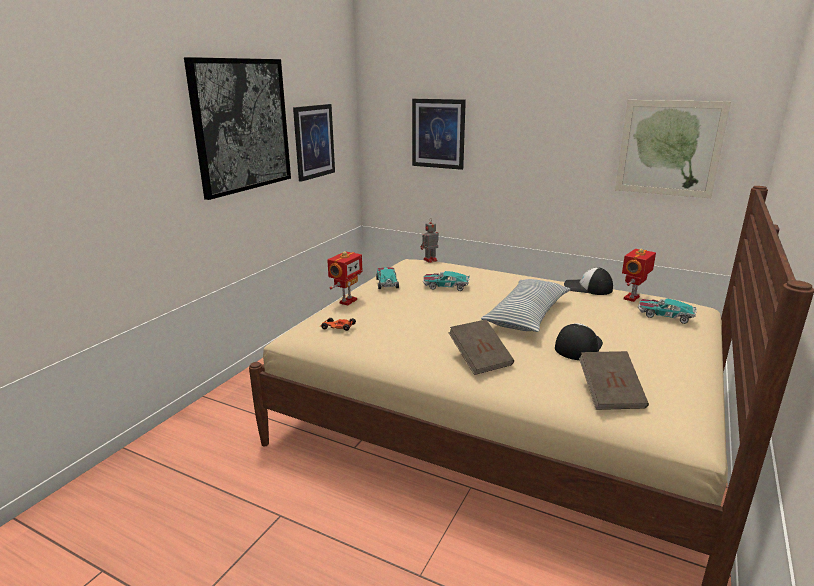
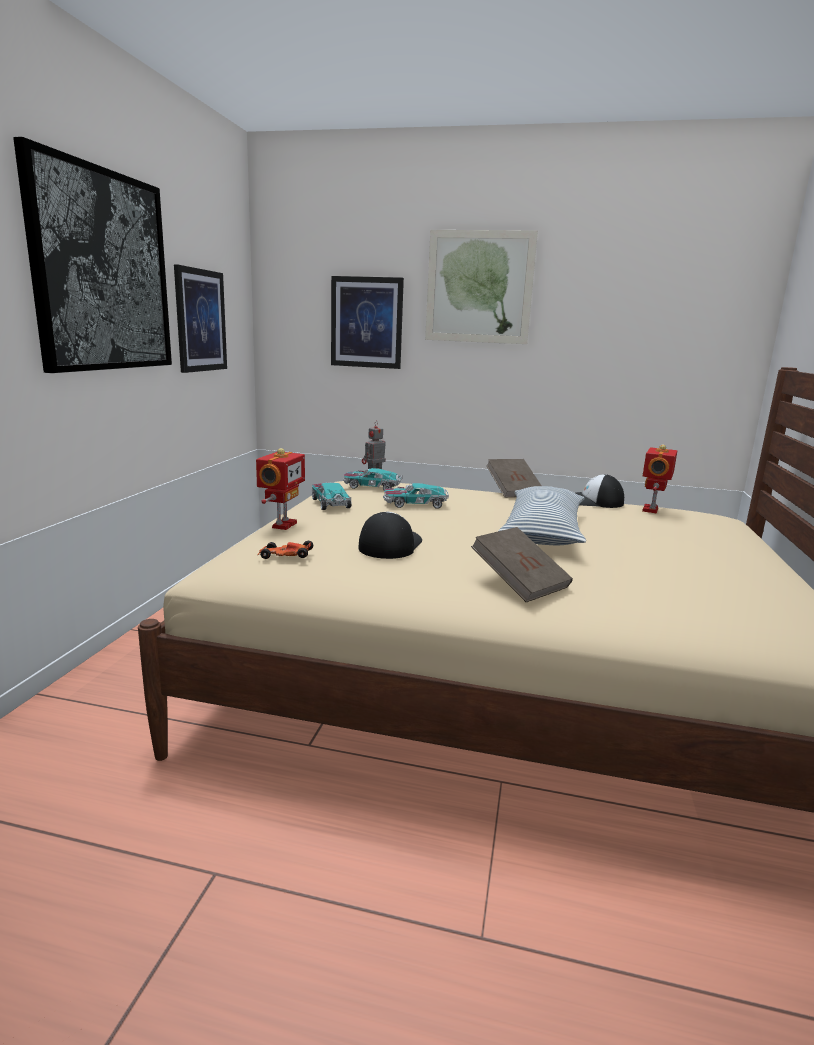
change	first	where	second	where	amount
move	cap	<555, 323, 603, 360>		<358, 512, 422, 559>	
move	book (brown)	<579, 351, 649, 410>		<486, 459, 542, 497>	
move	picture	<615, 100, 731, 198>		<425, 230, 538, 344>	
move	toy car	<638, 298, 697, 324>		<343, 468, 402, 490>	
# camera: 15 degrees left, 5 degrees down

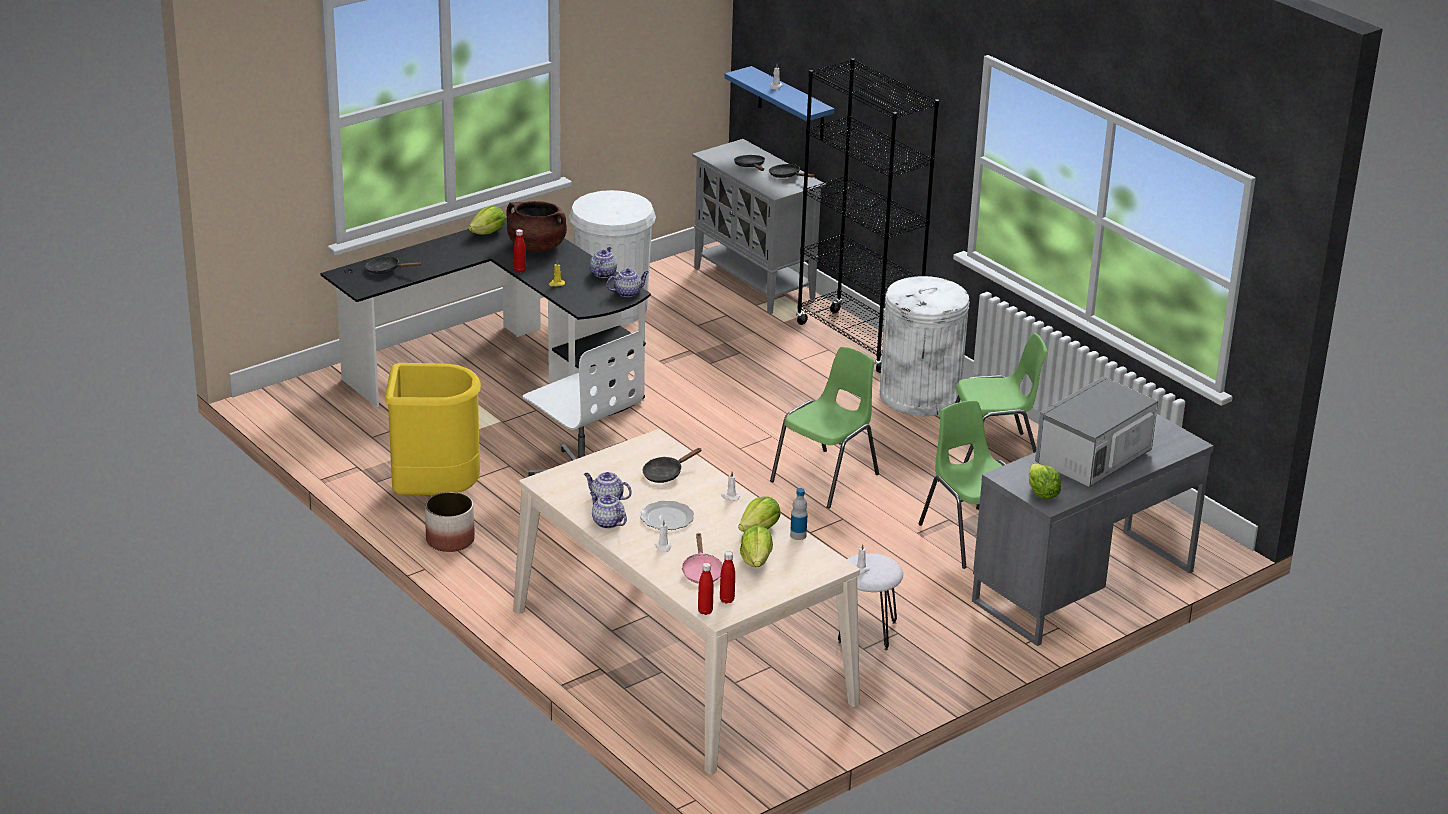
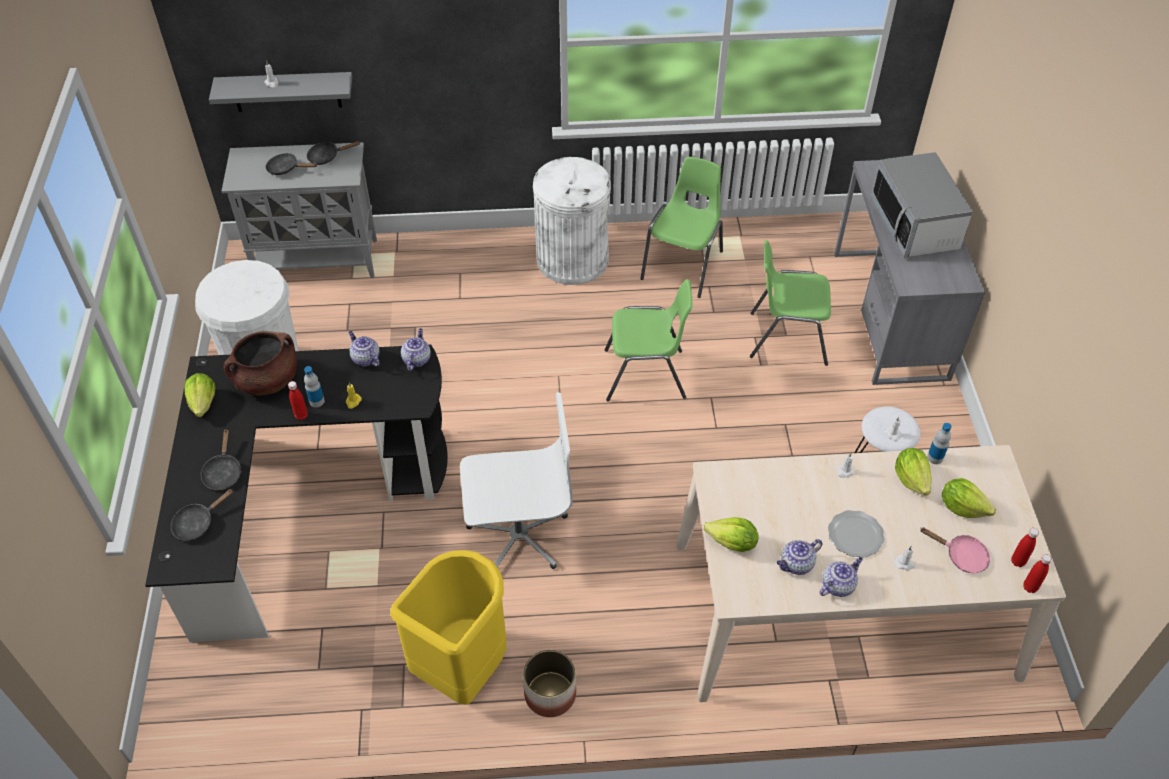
change	first	where	second	where	amount
delete	bookcase (black)	<796, 58, 939, 373>			
insert			bottle	<304, 366, 325, 407>	
move	frying pan (black)	<643, 448, 701, 483>		<200, 430, 242, 490>	
move	lettuce	<1029, 464, 1061, 499>		<704, 517, 759, 552>	
recolor	shelf (blue)	<724, 66, 834, 141>	shelf (grey)	<209, 72, 352, 112>	
rotate	teapot	<590, 492, 627, 529>		<819, 557, 863, 597>	150 degrees clockwise
rotate	chair (green)	<770, 347, 879, 509>		<605, 279, 693, 402>	105 degrees clockwise
# camera: 55 degrees left, 20 degrees up

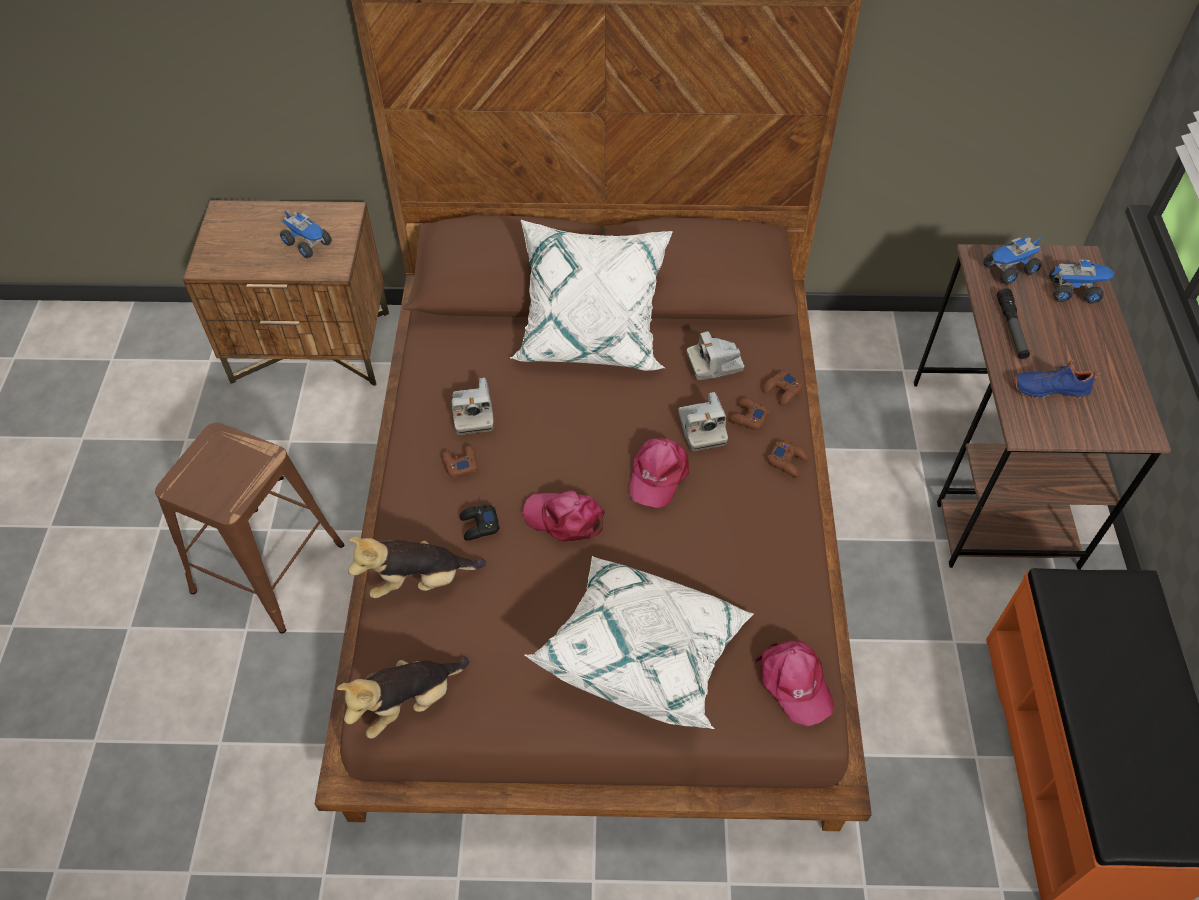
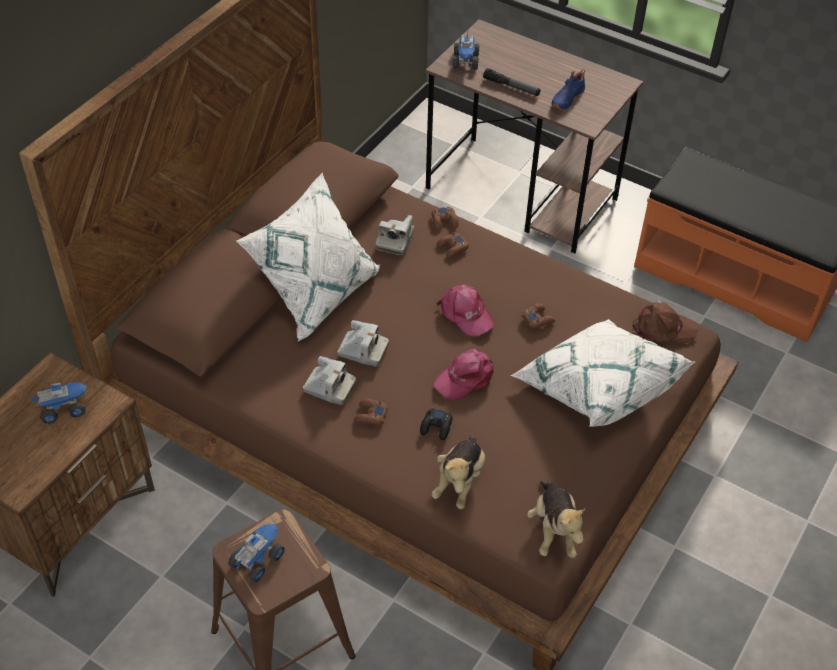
change	first	where	second	where	amount
move	photo camera	<678, 392, 728, 451>		<338, 320, 389, 367>	
move	game controller (brown)	<767, 441, 809, 477>		<521, 303, 555, 329>	
move	toy truck	<1049, 259, 1115, 304>		<228, 524, 285, 583>	
recolor	cap (pink)	<755, 641, 834, 726>	cap (brown)	<632, 302, 698, 343>	
# camera: 60 degrees left, 5 degrees down

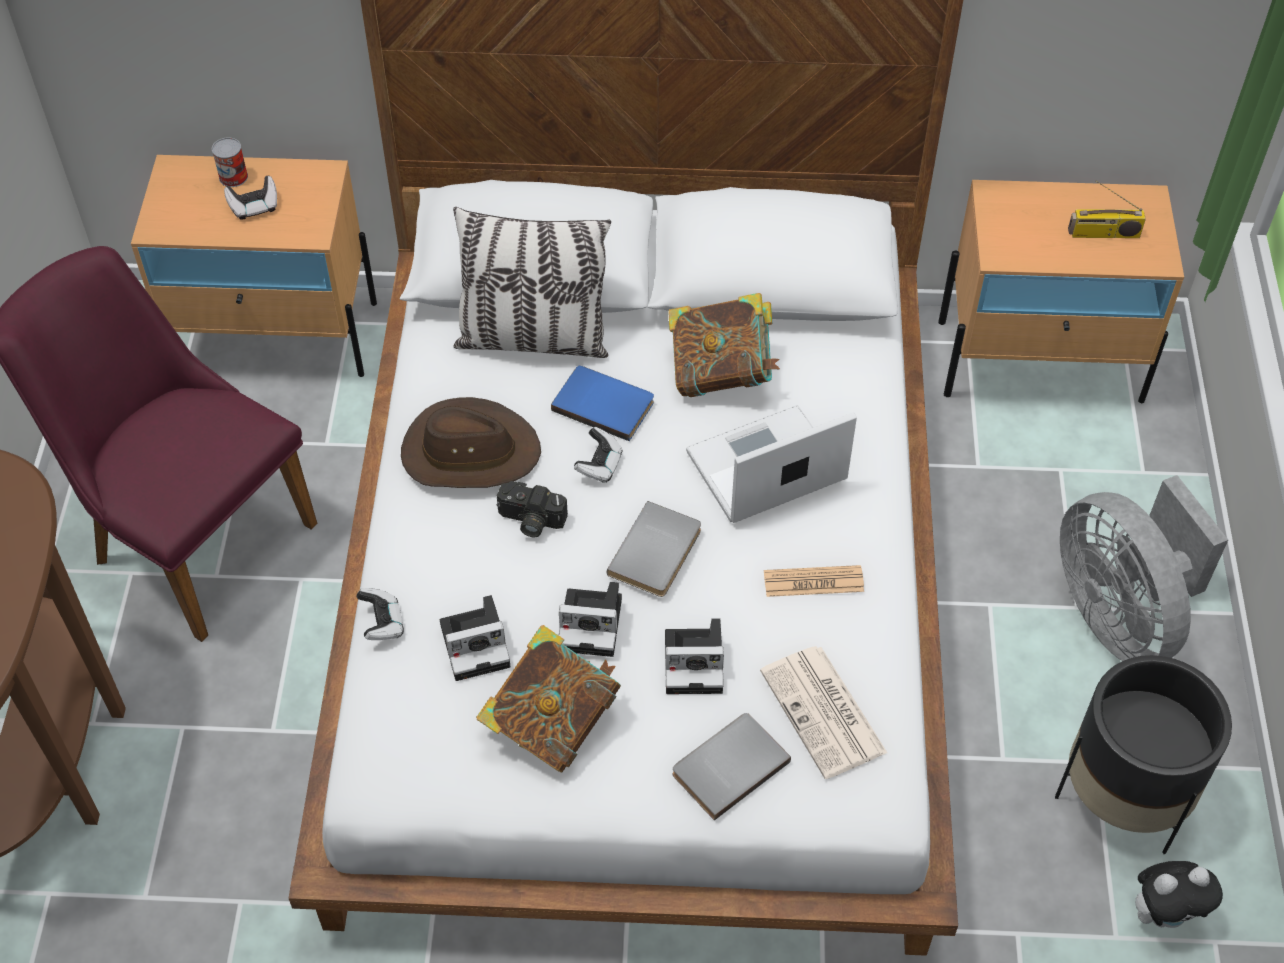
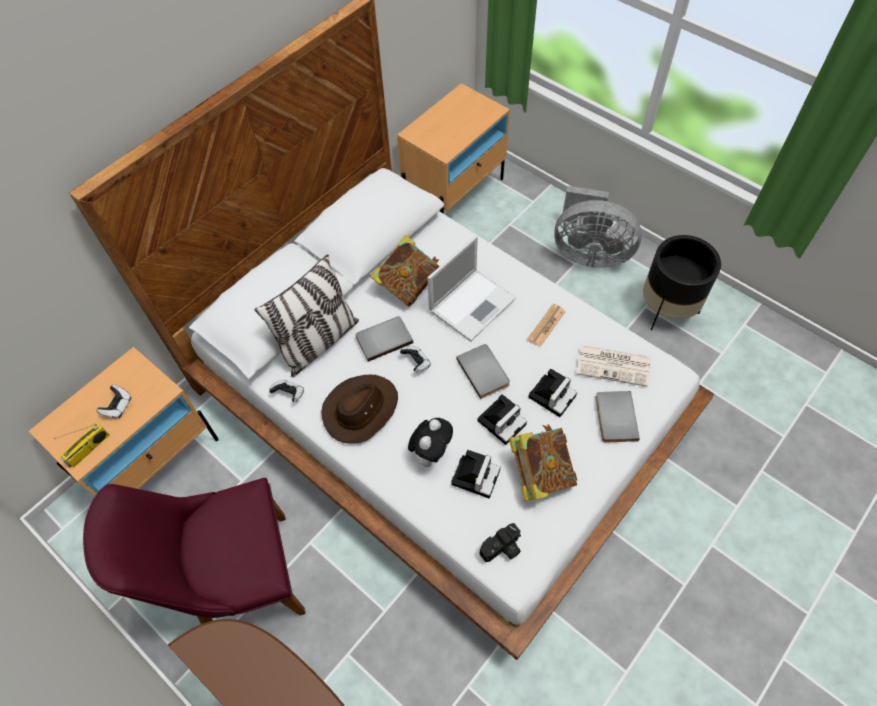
change	first	where	second	where	amount
delete	can	<212, 137, 248, 187>			
move	game controller	<356, 588, 404, 640>		<269, 380, 304, 402>	
move	photo camera	<497, 481, 568, 538>		<480, 523, 521, 562>	
move	radio	<1068, 180, 1146, 238>		<54, 423, 109, 467>	
move	plush toy	<1135, 861, 1223, 928>		<408, 418, 453, 467>	
recolor	book (blue)	<551, 366, 654, 441>	book (grey)	<355, 316, 413, 362>	
rotate	laptop	<686, 405, 857, 523>		<427, 235, 516, 342>	150 degrees counterclockwise
# camera: 50 degrees left, 5 degrees up

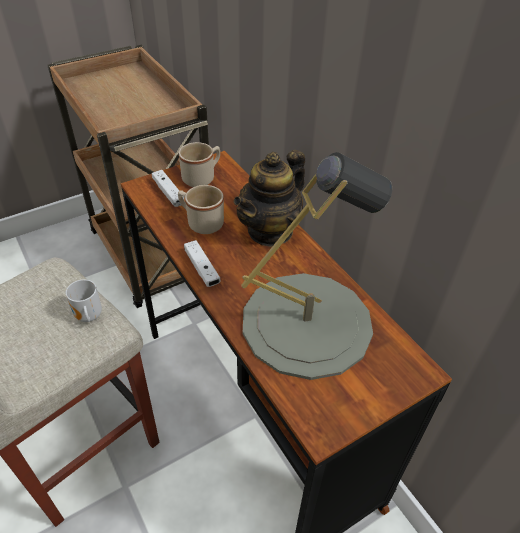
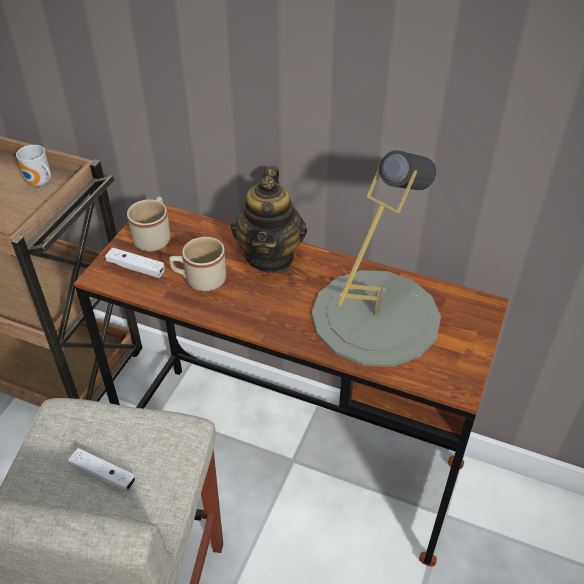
change	first	where	second	where	amount
move	mug	<66, 279, 102, 322>		<16, 145, 51, 187>	
move	game controller (white)	<184, 240, 221, 287>		<68, 448, 136, 492>	
# camera: 35 degrees left, 0 degrees up

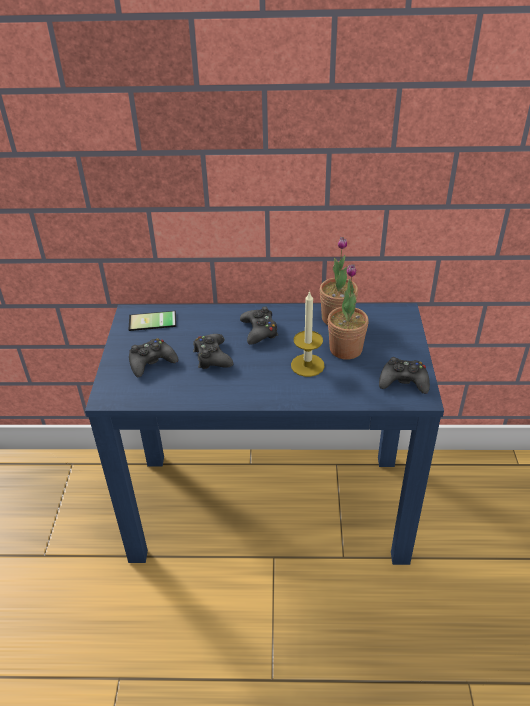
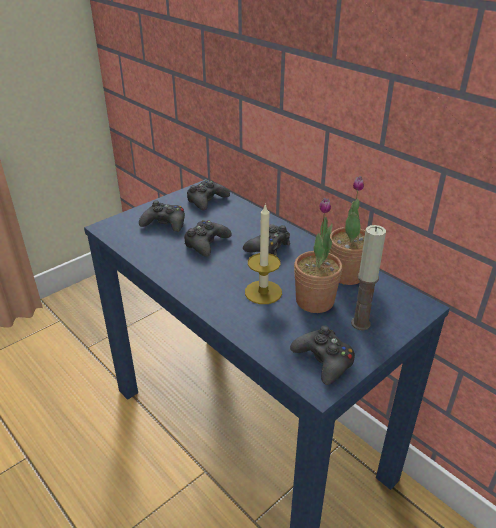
change	first	where	second	where	amount
insert			candle	<351, 225, 386, 330>	
replace	phone	<129, 311, 176, 331>	game controller (black)	<187, 180, 230, 210>	
# camera: 45 degrees right, 5 degrees down

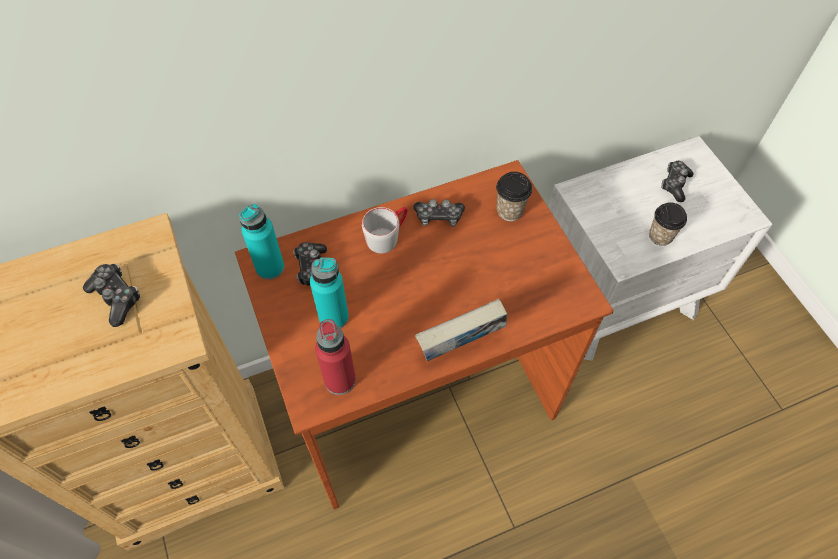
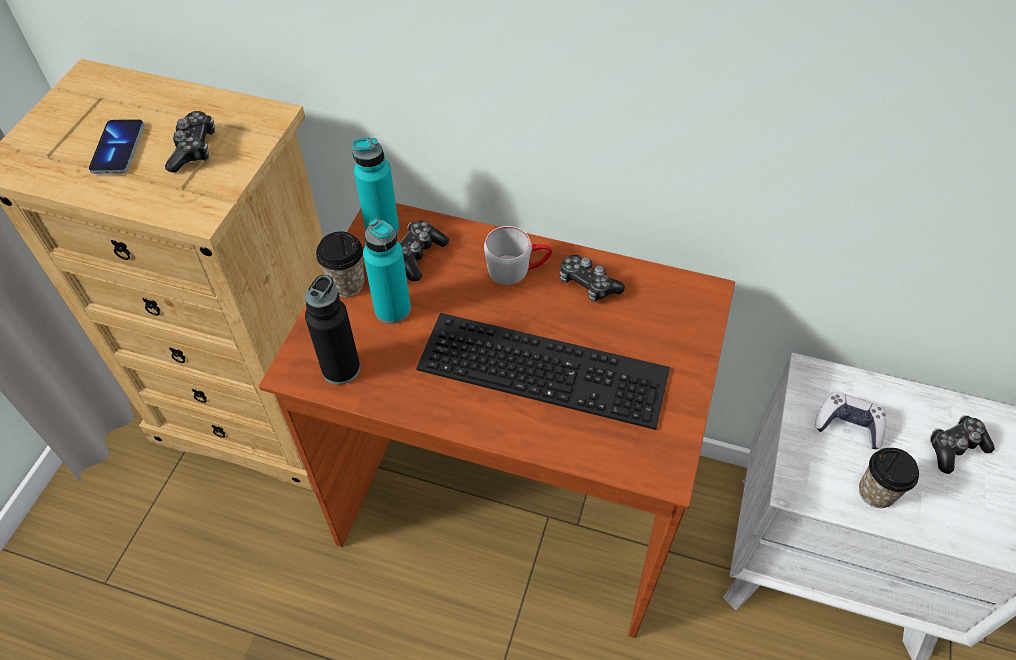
change	first	where	second	where	amount
delete	book	<415, 299, 507, 361>			
insert			phone	<89, 119, 144, 174>	
insert			keyboard	<416, 313, 670, 430>	
insert			game controller	<814, 391, 886, 449>	
move	cup	<496, 172, 532, 221>		<316, 231, 364, 297>	
recolor	bottle (red)	<315, 319, 356, 395>	bottle (black)	<305, 275, 360, 385>	
# camera: 40 degrees right, 5 degrees down

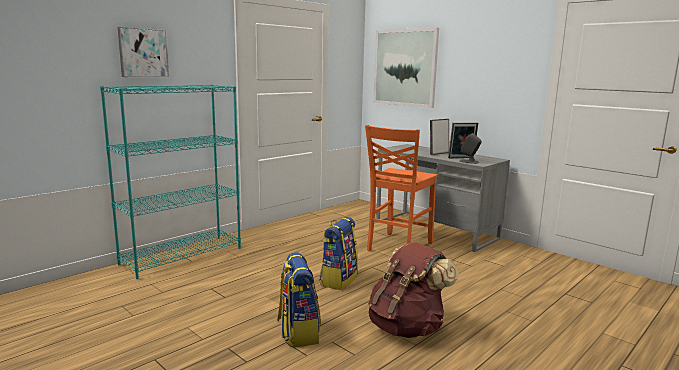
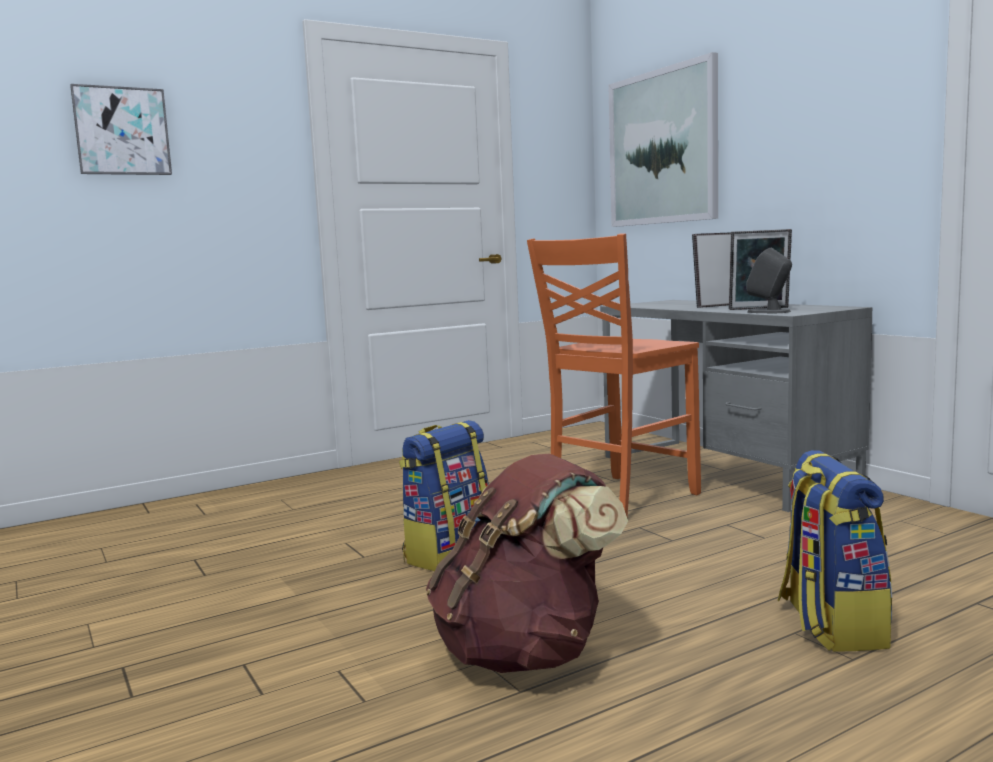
change	first	where	second	where	amount
delete	bookcase (turquoise)	<100, 85, 241, 279>			
move	backpack	<277, 252, 321, 347>		<778, 450, 892, 652>	
# camera: 15 degrees right, 5 degrees down

